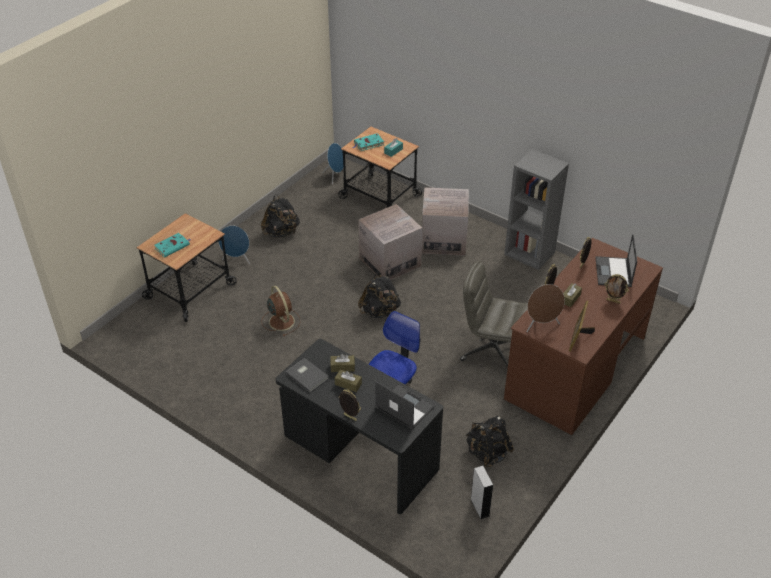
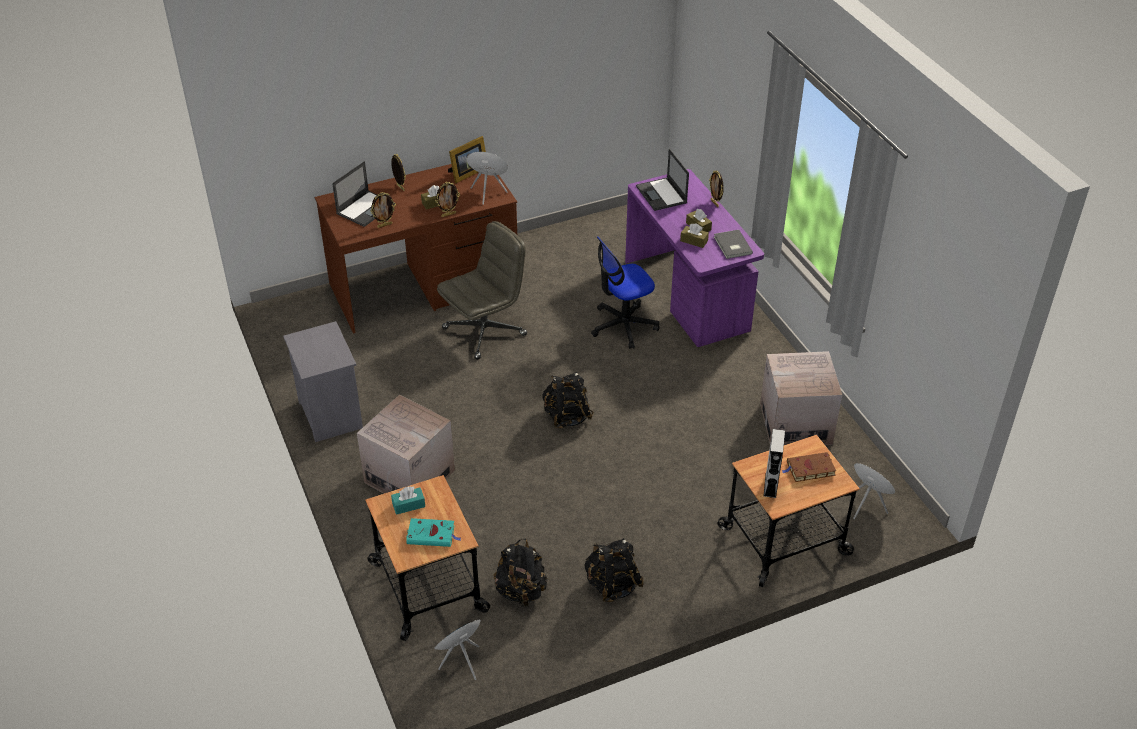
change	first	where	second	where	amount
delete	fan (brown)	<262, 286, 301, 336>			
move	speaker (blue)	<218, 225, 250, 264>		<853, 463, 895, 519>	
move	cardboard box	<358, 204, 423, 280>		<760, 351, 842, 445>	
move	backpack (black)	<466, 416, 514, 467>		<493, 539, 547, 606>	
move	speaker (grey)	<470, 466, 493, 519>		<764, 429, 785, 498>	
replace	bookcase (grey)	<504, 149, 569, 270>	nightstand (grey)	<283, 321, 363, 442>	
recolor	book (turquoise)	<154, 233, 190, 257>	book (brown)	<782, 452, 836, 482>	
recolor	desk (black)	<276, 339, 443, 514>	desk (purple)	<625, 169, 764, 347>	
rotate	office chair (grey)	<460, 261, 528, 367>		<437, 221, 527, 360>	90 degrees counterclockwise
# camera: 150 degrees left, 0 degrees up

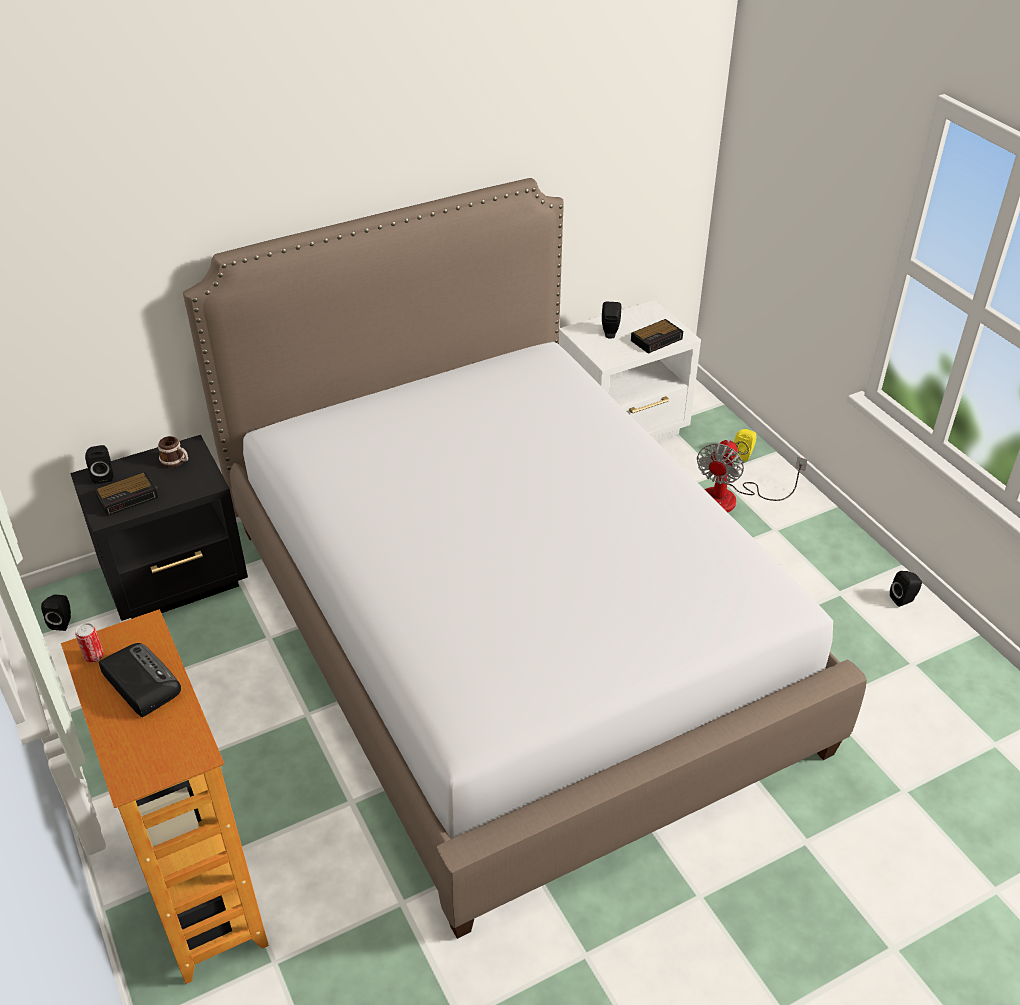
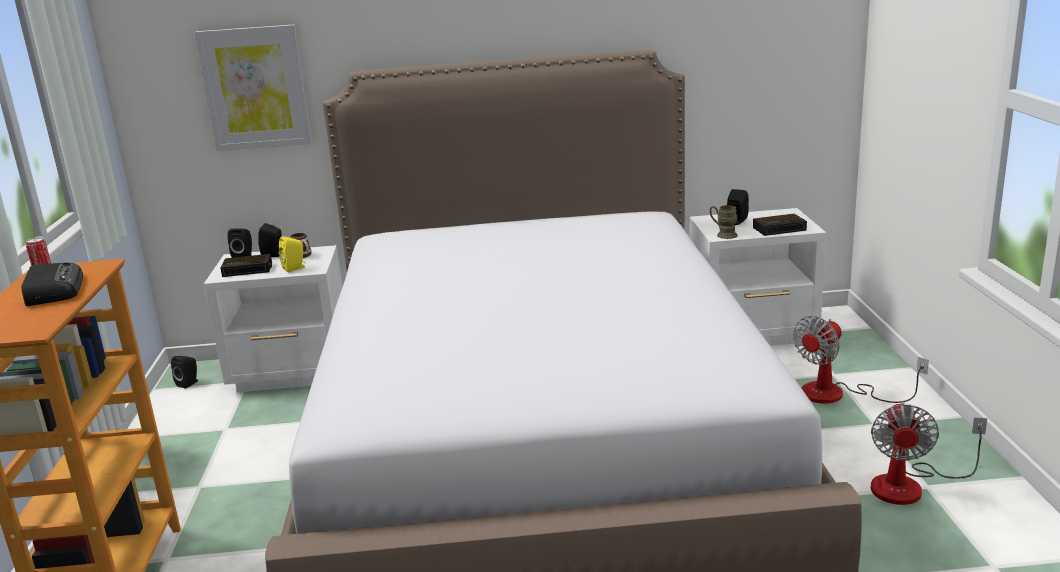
change	first	where	second	where	amount
insert			picture	<194, 25, 312, 151>	
insert			mug (brown)	<710, 205, 738, 239>	
insert			fan	<871, 402, 987, 505>	
move	speaker (yellow)	<734, 429, 757, 461>		<279, 236, 306, 272>	
move	speaker (black)	<890, 571, 922, 607>		<258, 223, 282, 257>	
recolor	nightstand (black)	<70, 435, 248, 621>	nightstand (white)	<204, 245, 343, 392>	
# camera: 25 degrees right, 20 degrees down

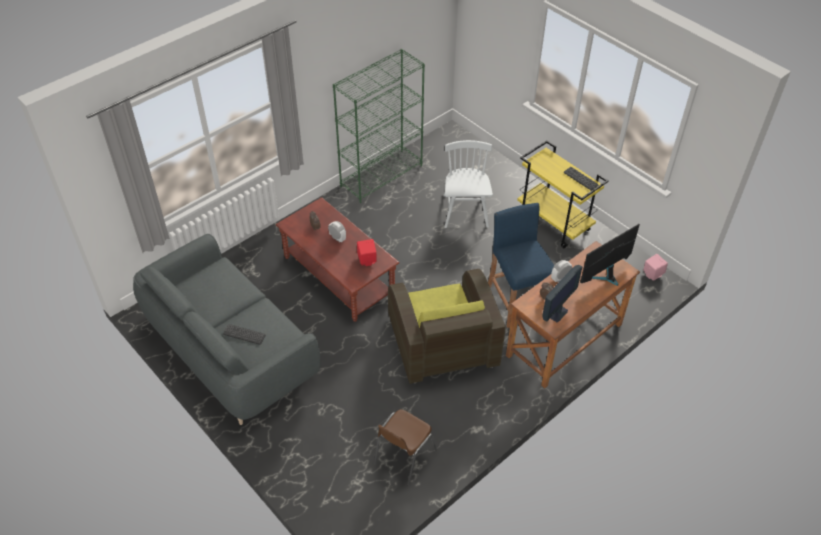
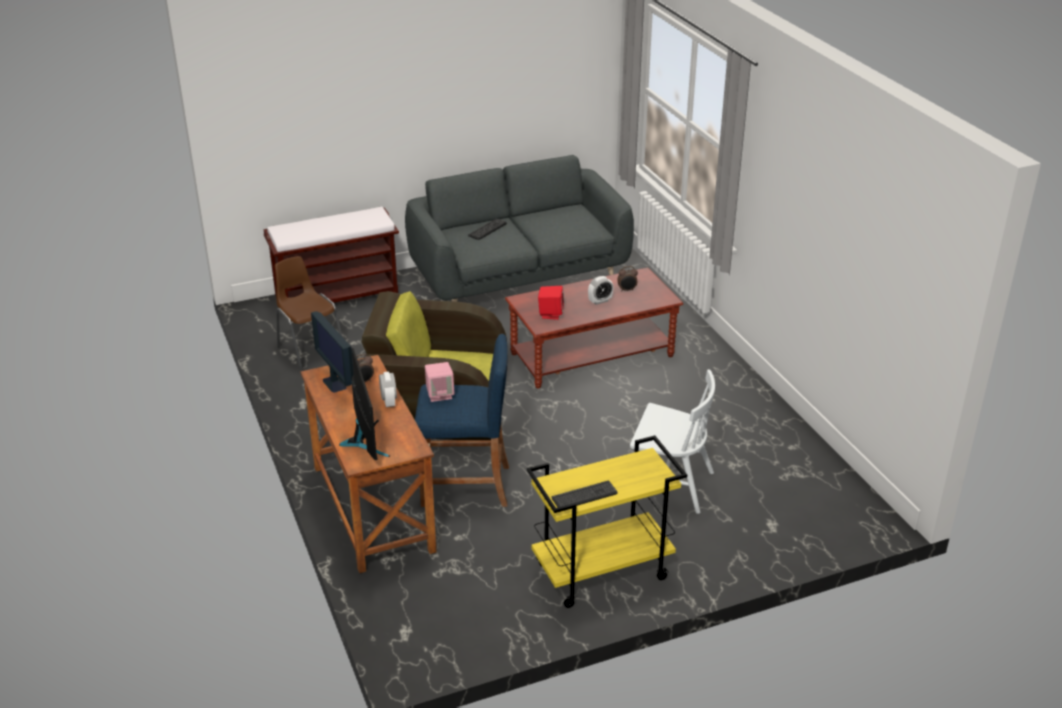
change	first	where	second	where	amount
delete	bookcase (green)	<333, 49, 425, 203>			
insert			bench (brown)	<264, 207, 399, 303>	
move	speaker (pink)	<643, 254, 668, 281>		<425, 362, 455, 402>	
# camera: 110 degrees right, 15 degrees down

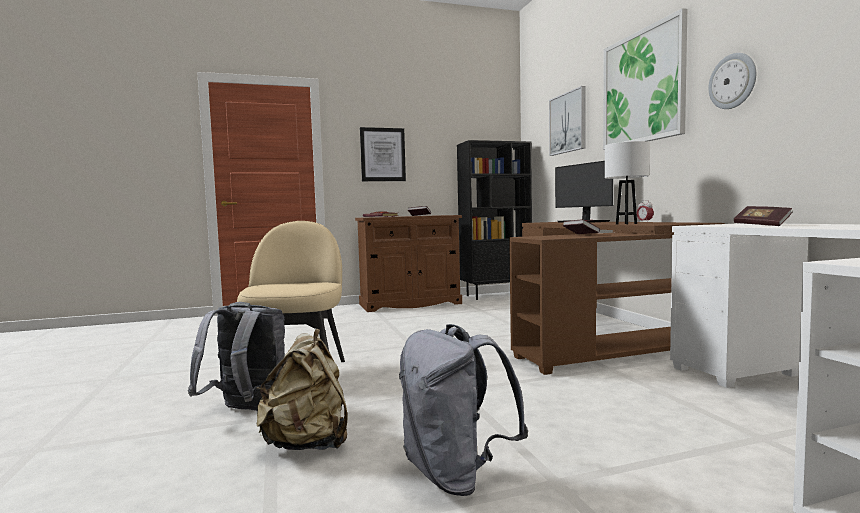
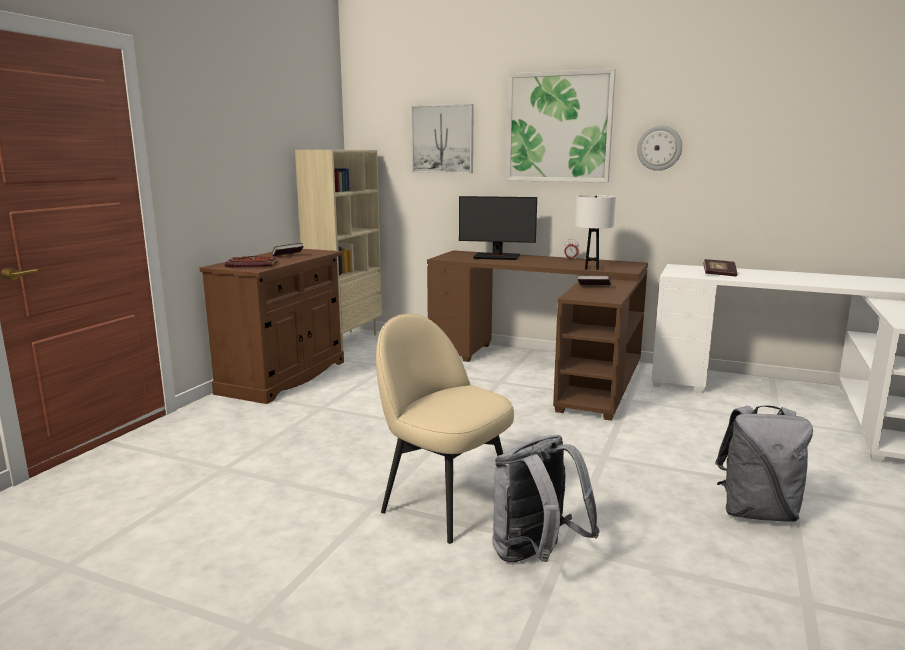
change	first	where	second	where	amount
delete	backpack (beige)	<256, 329, 347, 450>			
delete	picture	<360, 127, 406, 181>			
recolor	bookcase (black)	<457, 140, 532, 300>	bookcase (beige)	<295, 150, 382, 351>	
# camera: 50 degrees left, 10 degrees up

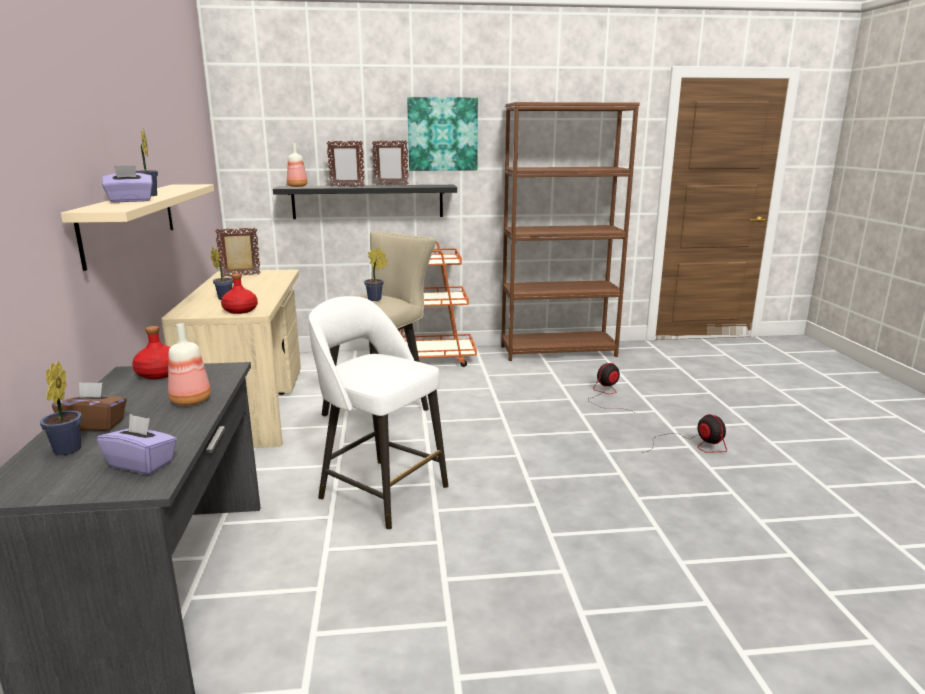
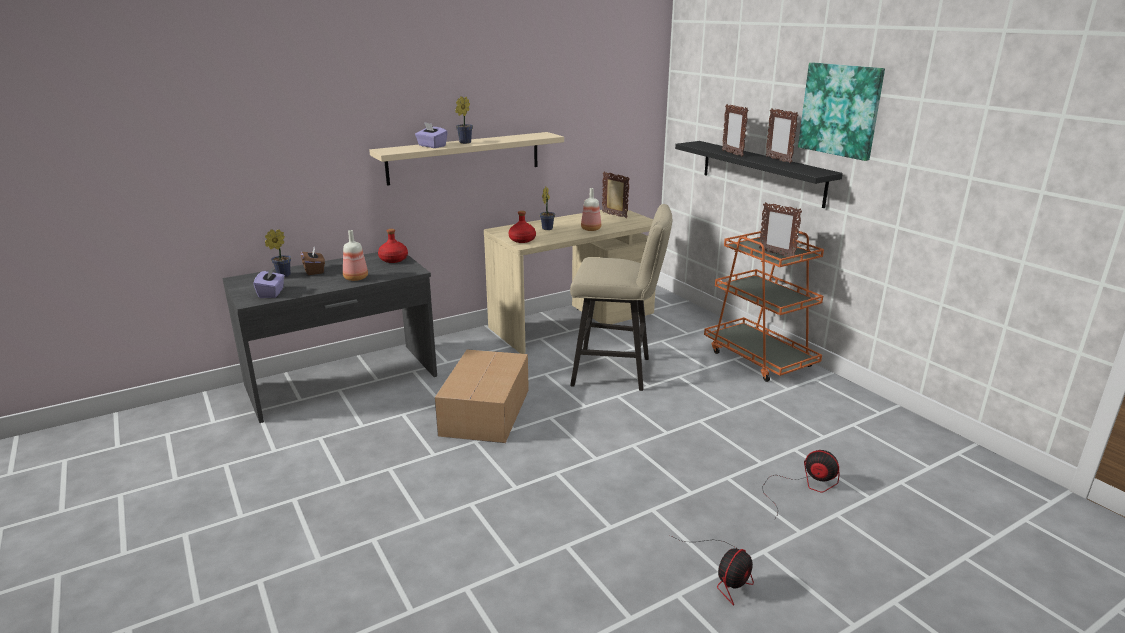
change	first	where	second	where	amount
delete	potted plant	<364, 248, 387, 301>			
delete	bookcase (brown)	<501, 102, 640, 361>			
insert			picture frame	<759, 202, 802, 256>	
move	bottle	<287, 144, 307, 187>		<581, 188, 601, 231>	
replace	stool (white)	<309, 296, 448, 530>	cardboard box	<435, 349, 529, 443>	
# camera: 65 degrees right, 5 degrees up

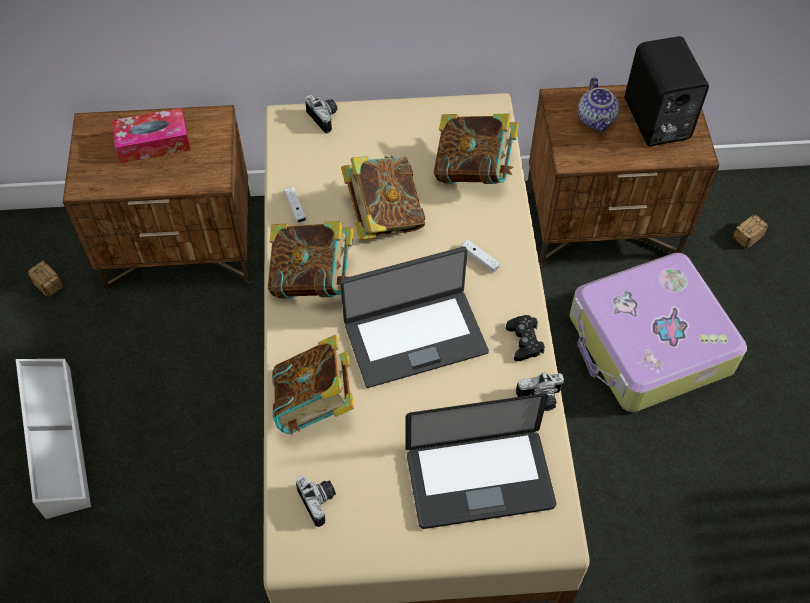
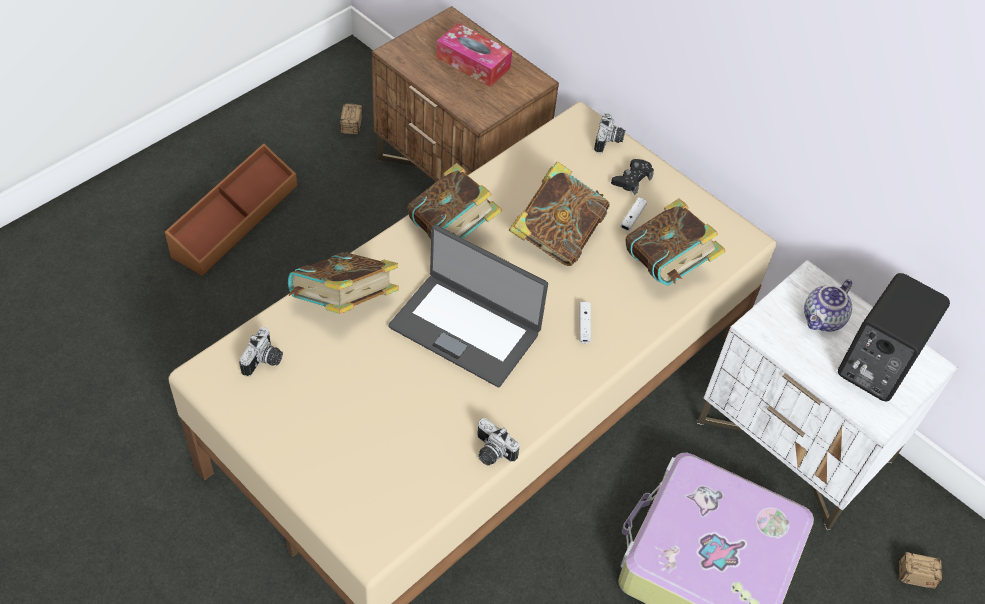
change	first	where	second	where	amount
delete	laptop	<406, 393, 556, 529>			
move	game controller (white)	<284, 187, 307, 223>		<620, 197, 647, 231>	
move	game controller (black)	<506, 315, 545, 361>		<611, 159, 654, 195>	
recolor	storage box (white)	<15, 359, 91, 519>	storage box (brown)	<164, 143, 297, 276>	
recolor	nightstand (brown)	<526, 85, 719, 266>	nightstand (white)	<697, 260, 958, 530>	
# camera: 45 degrees right, 5 degrees down

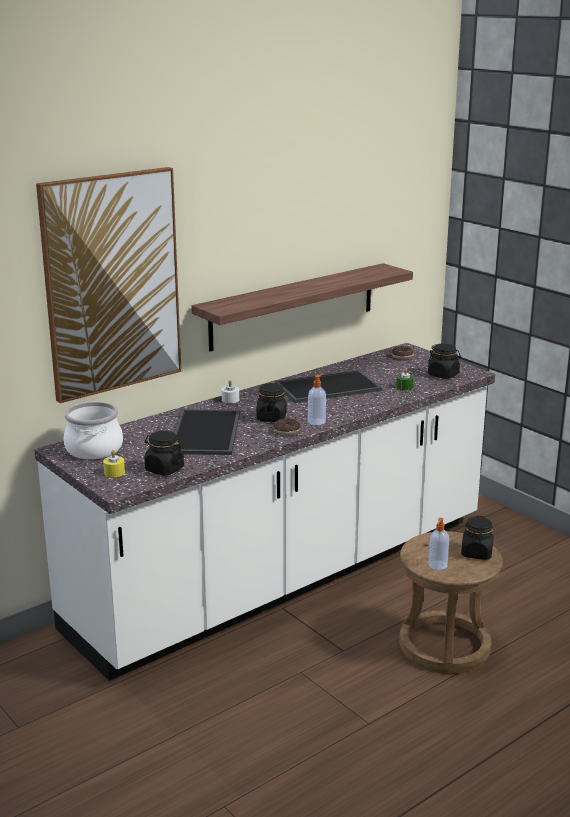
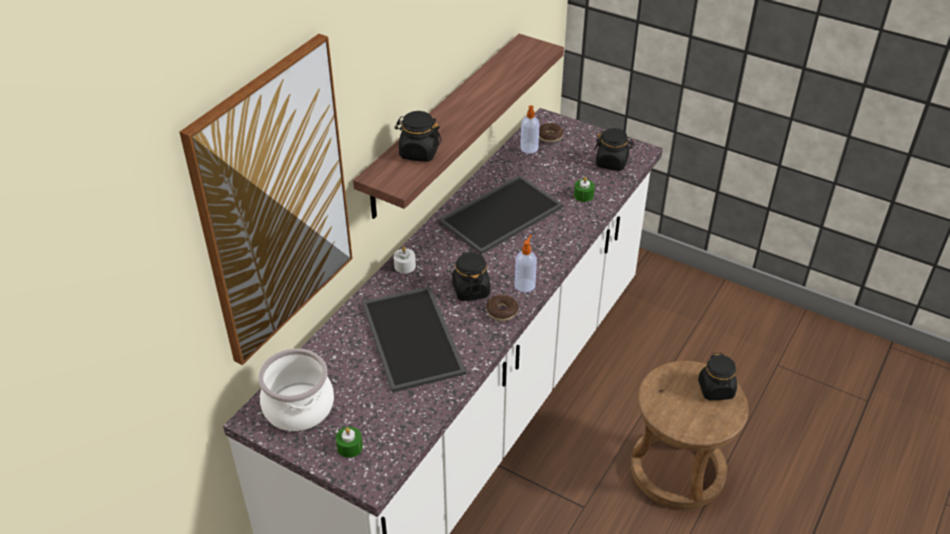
change	first	where	second	where	amount
move	jar (black)	<144, 430, 184, 476>		<394, 111, 442, 162>	
move	soap dispenser	<428, 518, 449, 570>		<520, 106, 540, 154>	
recolor	candle (yellow)	<103, 450, 125, 477>	candle (green)	<336, 427, 363, 458>	
# camera: 20 degrees left, 20 degrees up

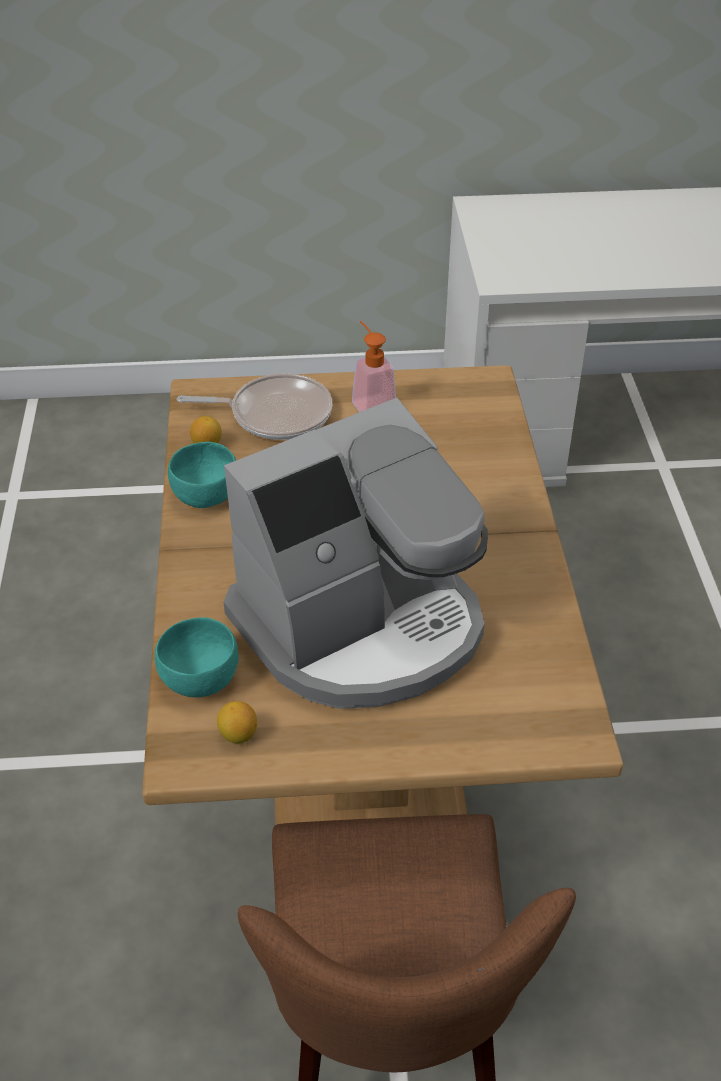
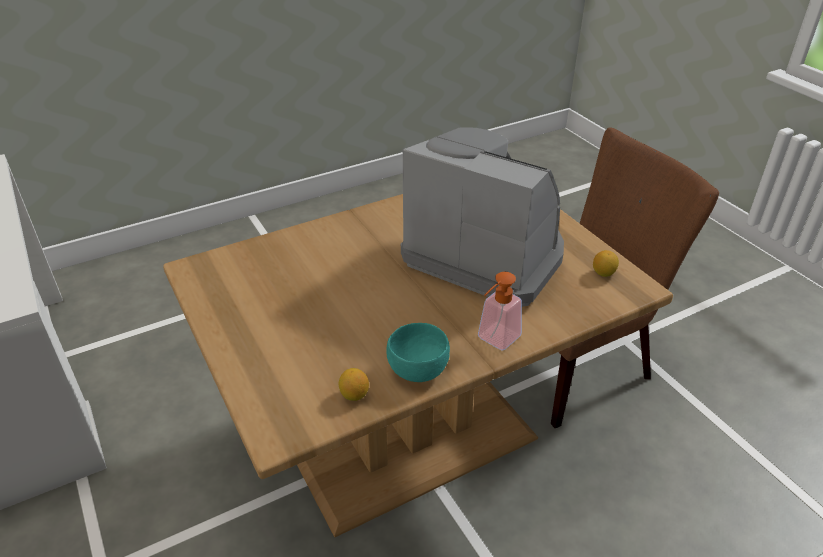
change	first	where	second	where	amount
delete	bowl (turquoise)	<155, 617, 239, 697>			
delete	frying pan	<177, 373, 332, 440>			
move	soap dispenser	<352, 321, 396, 412>		<478, 272, 522, 351>	
# camera: 115 degrees left, 5 degrees down

